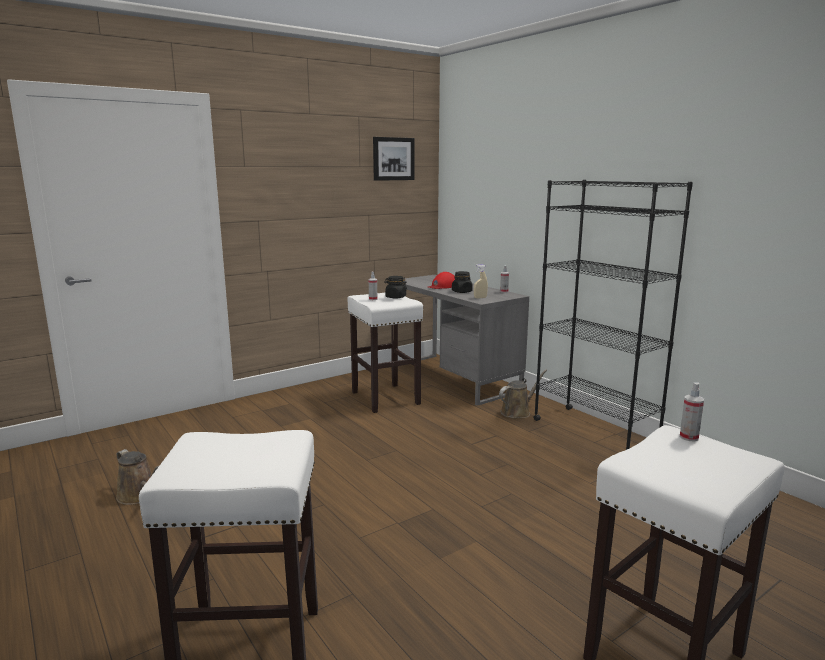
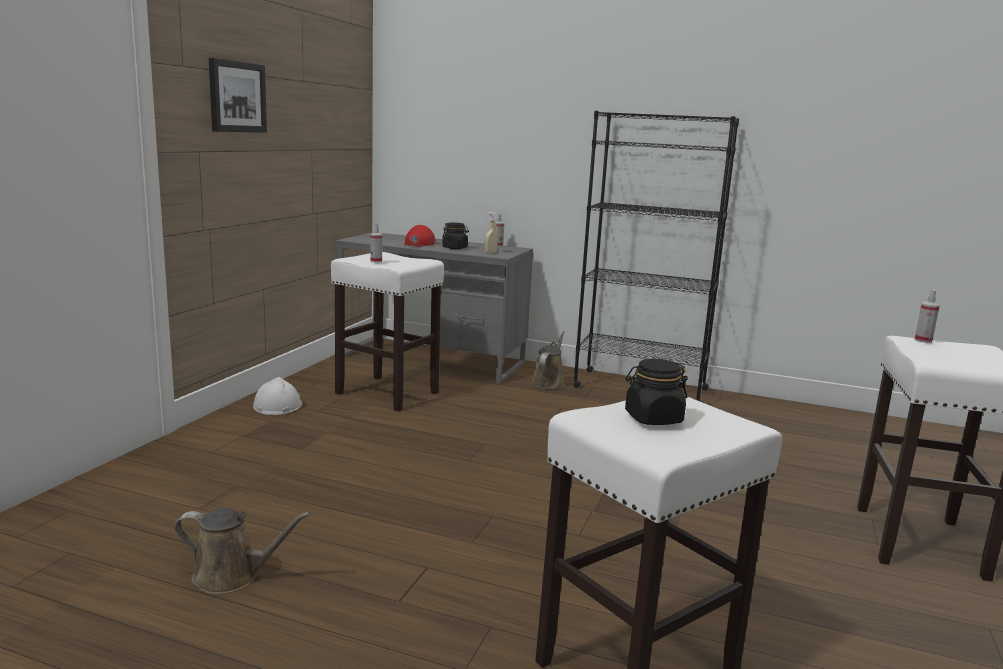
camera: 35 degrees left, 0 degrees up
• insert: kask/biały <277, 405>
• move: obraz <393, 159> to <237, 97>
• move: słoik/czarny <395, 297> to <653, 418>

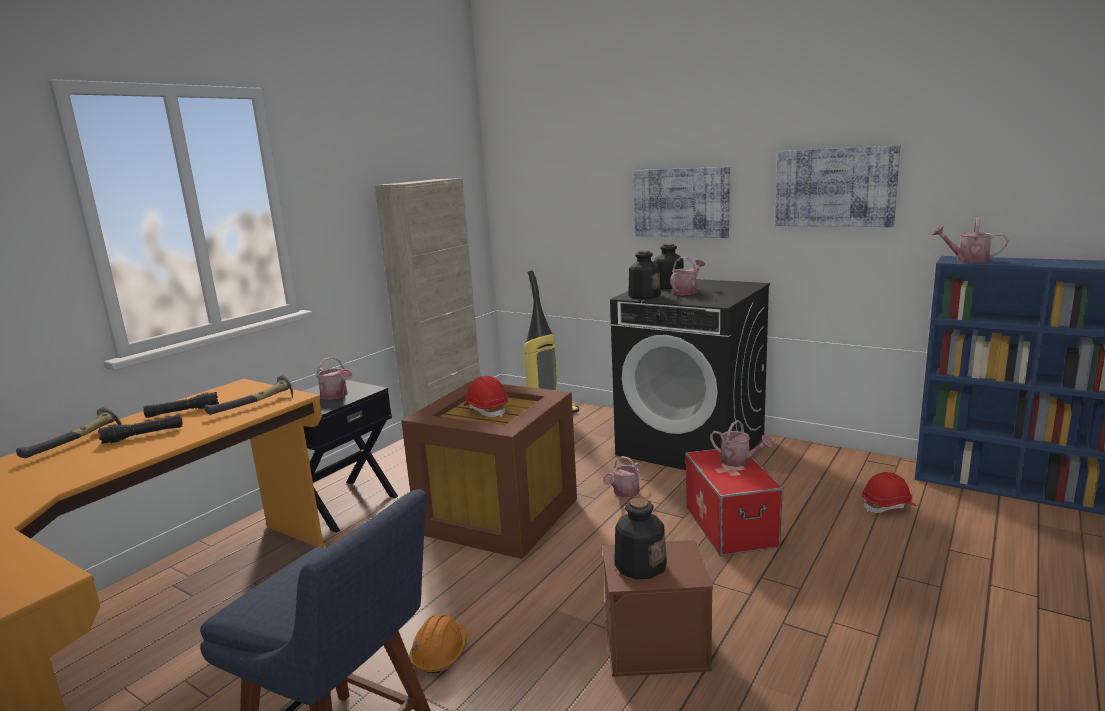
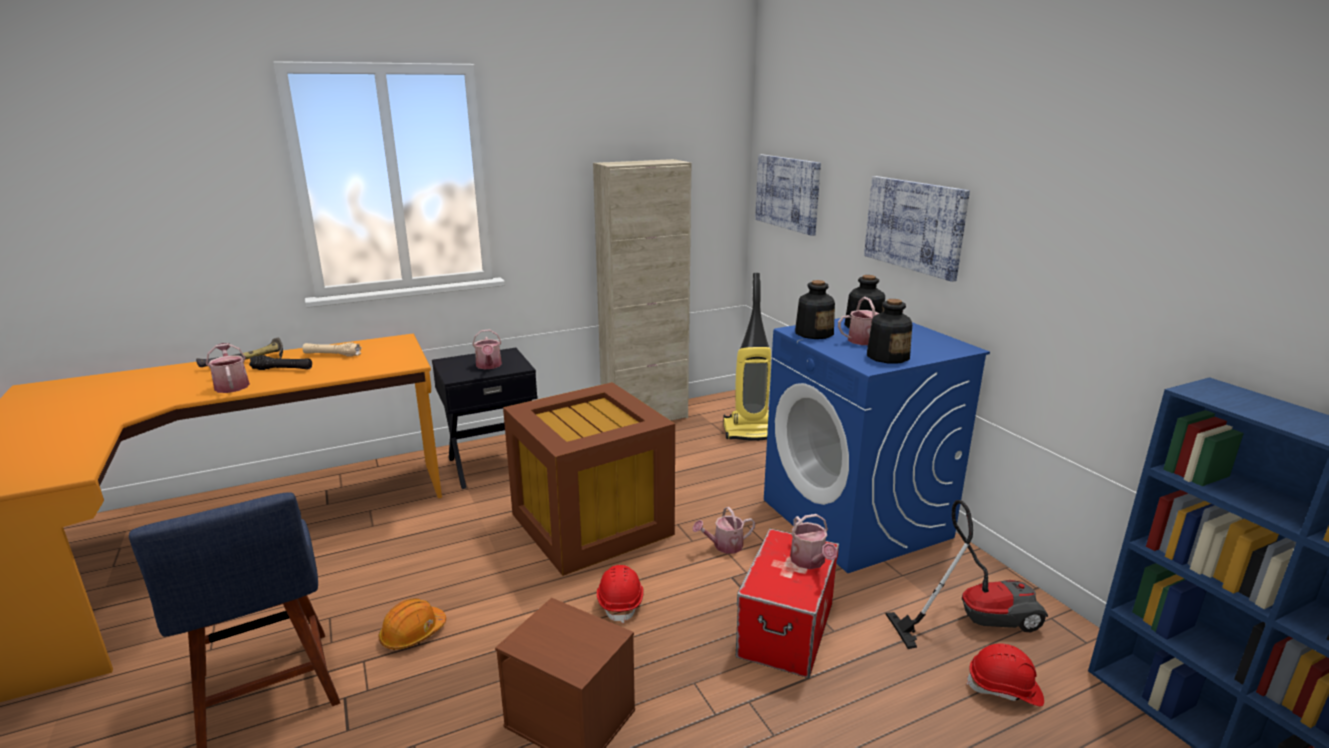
camera: 30 degrees right, 5 degrees up
• delete: młotek <257, 405>
• insert: odkurzacz <974, 618>
• move: kask/czerwony <486, 410> to <620, 602>
• move: butelka <640, 565> to <887, 356>
• move: obraz <834, 187> to <787, 193>
• move: konewka <967, 260> to <231, 385>
• recolor: latarka/czarny <183, 412> to latarka/beżowy <332, 355>
• recolor: pralka/czarny <692, 446> to pralka/niebieski <856, 519>

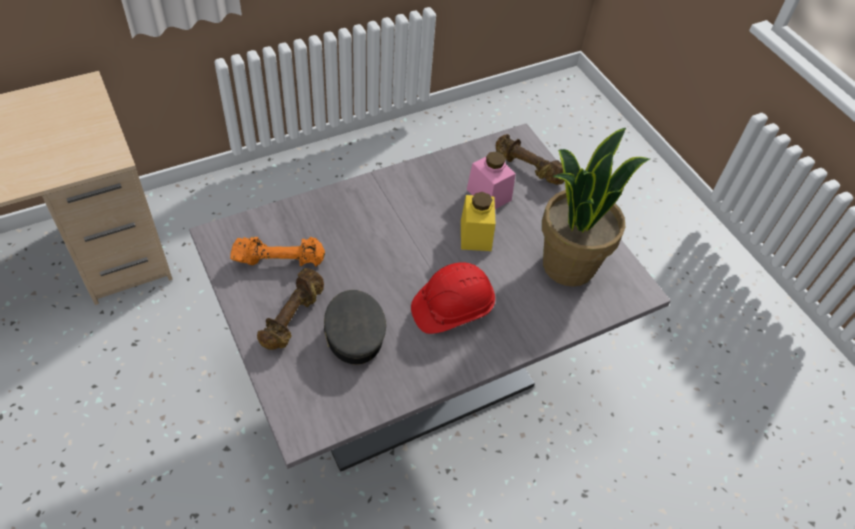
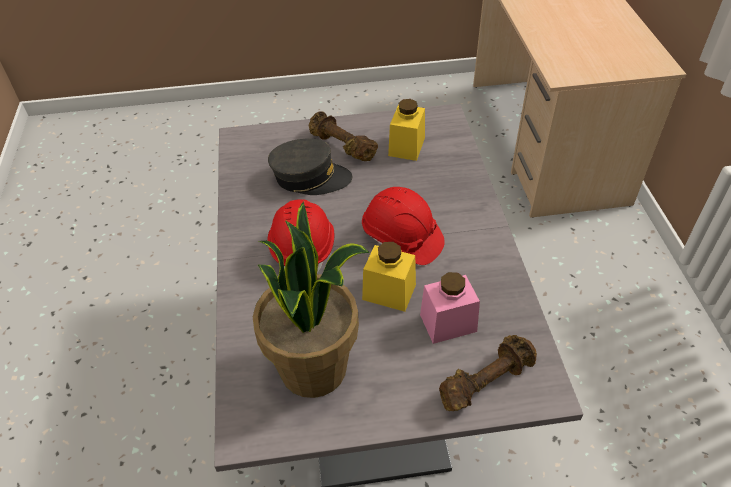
camera: 115 degrees right, 5 degrees down
• insert: kask/czerwony <402, 239>
• replace: hantel/pomarańczowy <279, 260> to słoik/żółty <406, 147>

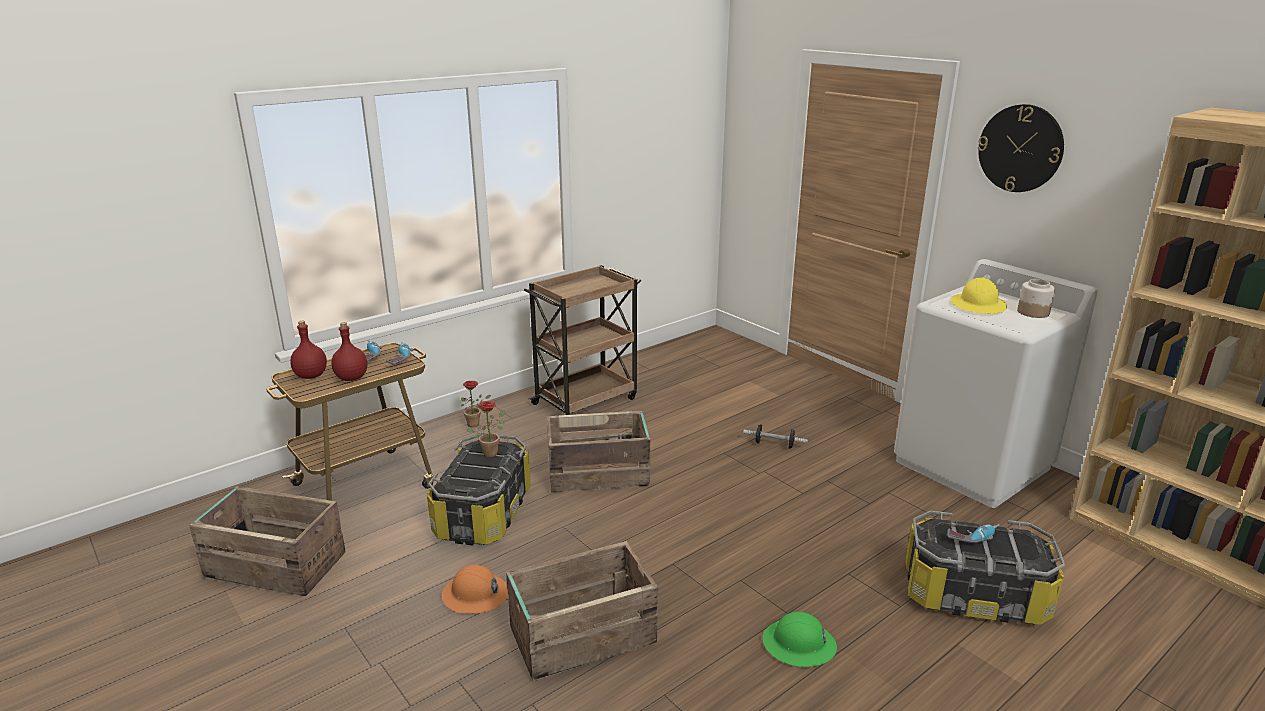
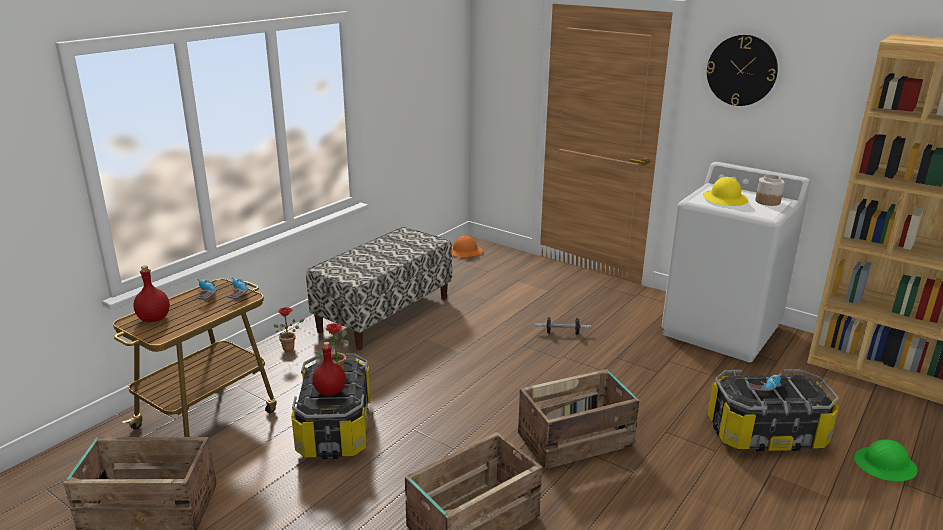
camera: 15 degrees left, 0 degrees up
• move: butelka/czerwony <351, 378> to <330, 392>
• move: kask/pomarańczowy <475, 595> to <465, 252>
• move: skrzynka <599, 474> to <577, 440>
• move: kask/zielony <799, 645> to <885, 466>
• replace: wózek/brązowy <586, 400> to ławka <384, 314>

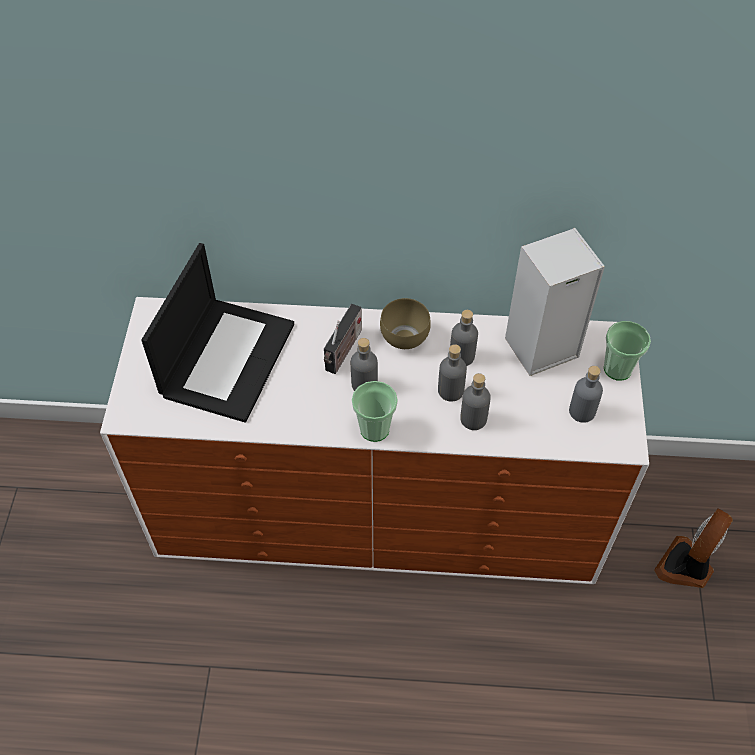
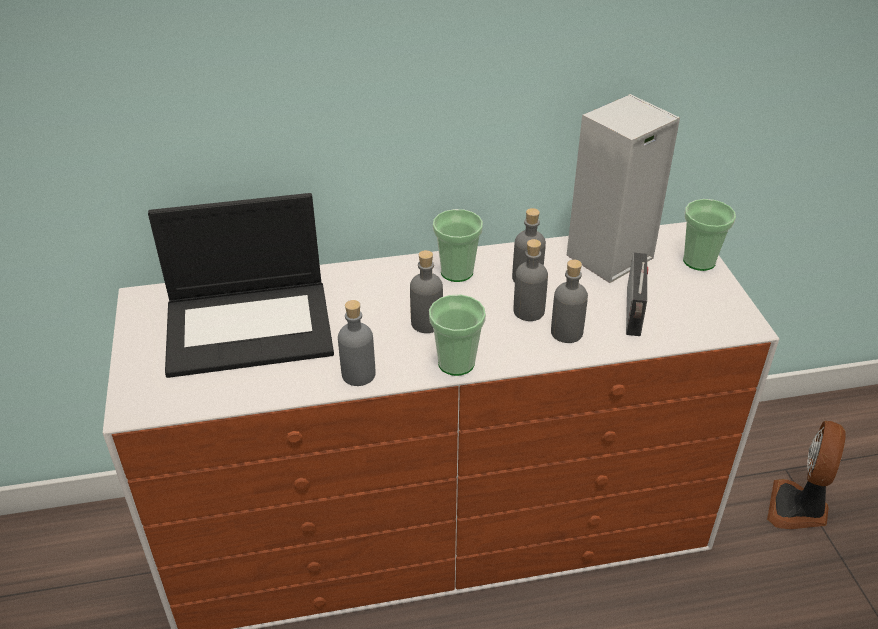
camera: 15 degrees left, 15 degrees down
• move: radio <343, 352> to <634, 314>
• move: butelka/szary <582, 411> to <358, 374>
• replace: miska/brązowy <406, 337> to filiżanka <457, 272>
• rotate: laptop <227, 358> = <251, 326> 75 degrees clockwise

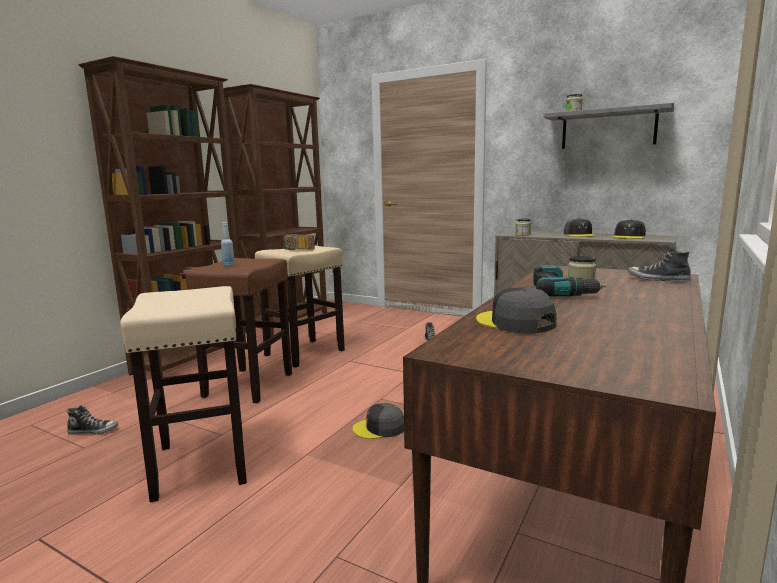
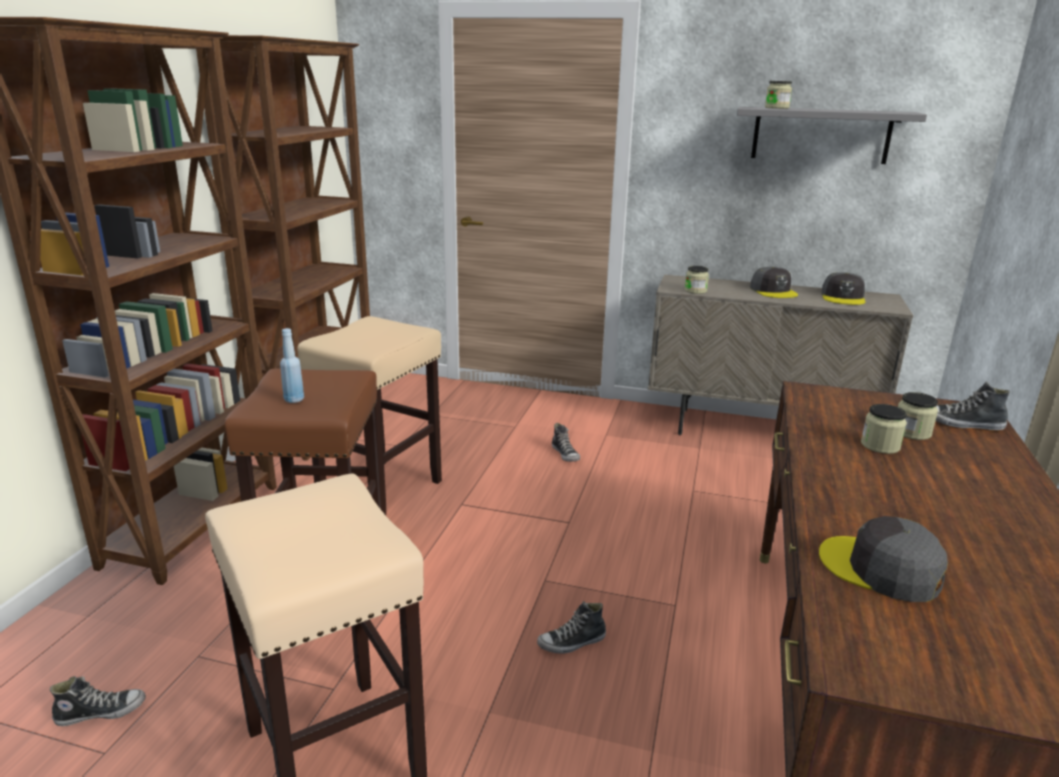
camera: 15 degrees left, 10 degrees up
• delete: radio <297, 249>
• delete: wiertarka <561, 292>
• insert: słoik <912, 432>
• replace: czapka z daszkiem/szary <379, 428> to but <572, 643>

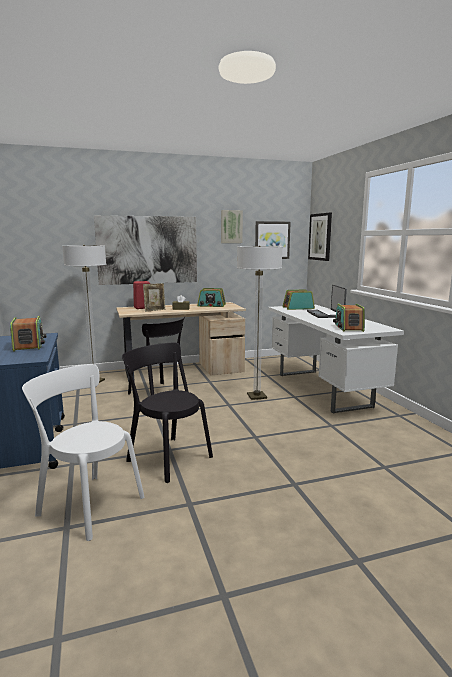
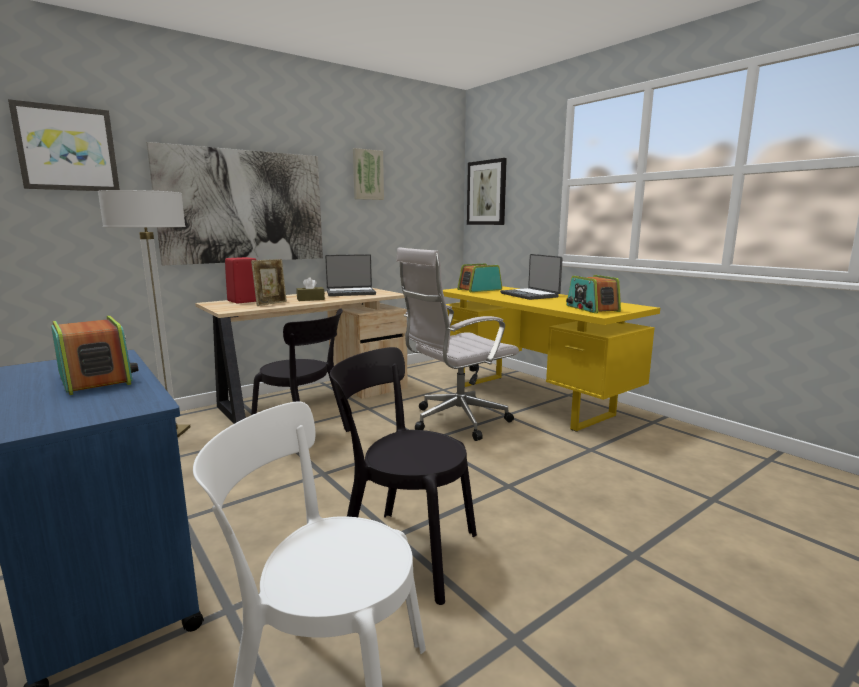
camera: 20 degrees left, 0 degrees up
• move: obraz <272, 240> to <67, 148>
• replace: radio <211, 305> to laptop <351, 293>
• replace: lampa stojąca <256, 396> to krzesło biurowe/biały <455, 421>
• recolor: biurko/biały <323, 389> to biurko/żółty <532, 400>

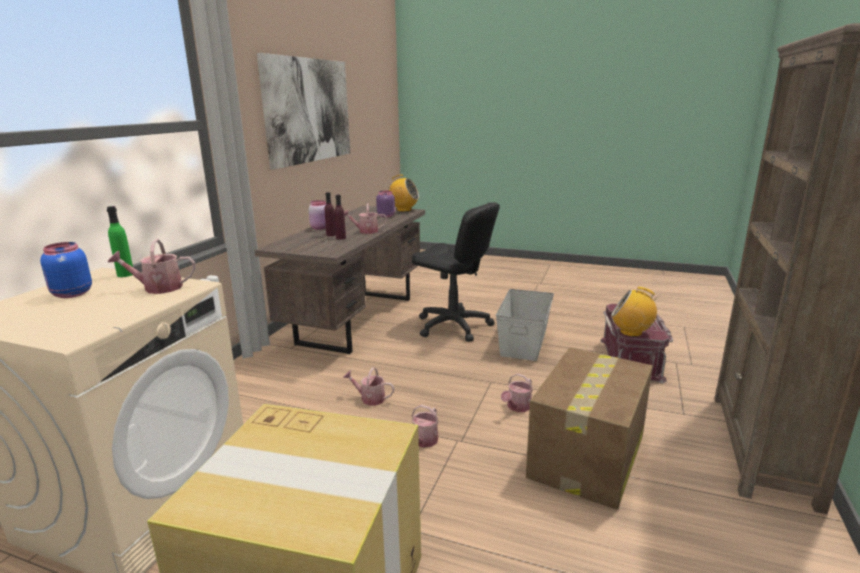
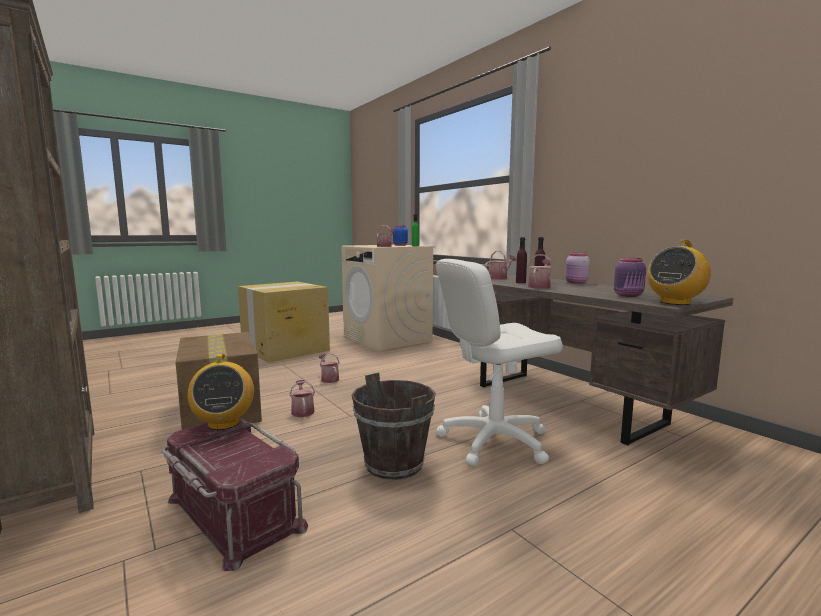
camera: 125 degrees right, 10 degrees down
• delete: obraz <308, 110>
• move: konewka <369, 398> to <499, 278>
• replace: pojemnik do przechowywania/szary <524, 342> to wiadro/brązowy <393, 464>
• recolor: krzesło biurowe/czarny <453, 326> to krzesło biurowe/biały <494, 441>
• rotate: radio <631, 332> = <223, 423> 105 degrees clockwise

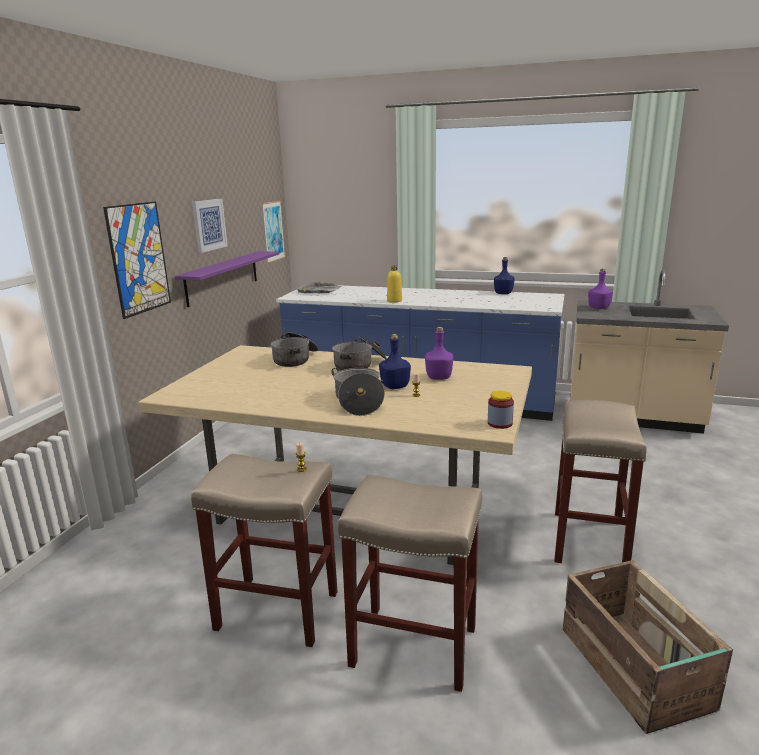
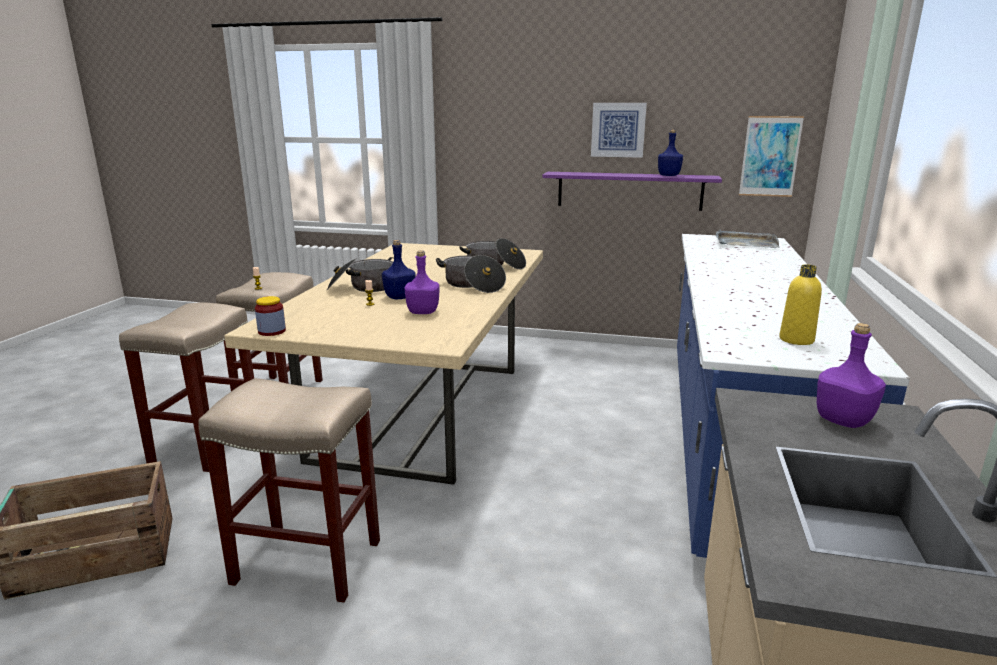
camera: 85 degrees right, 0 degrees up
• delete: obraz <139, 258>
• move: butelka/żółty <394, 301> to <796, 340>
• move: butelka/niebieski <503, 293> to <668, 175>

